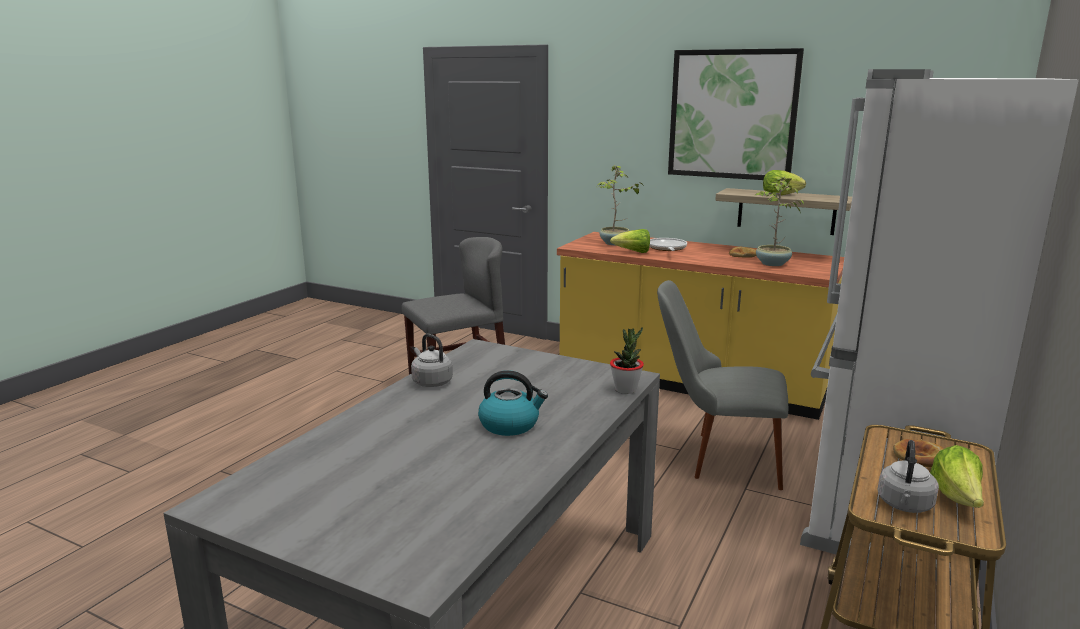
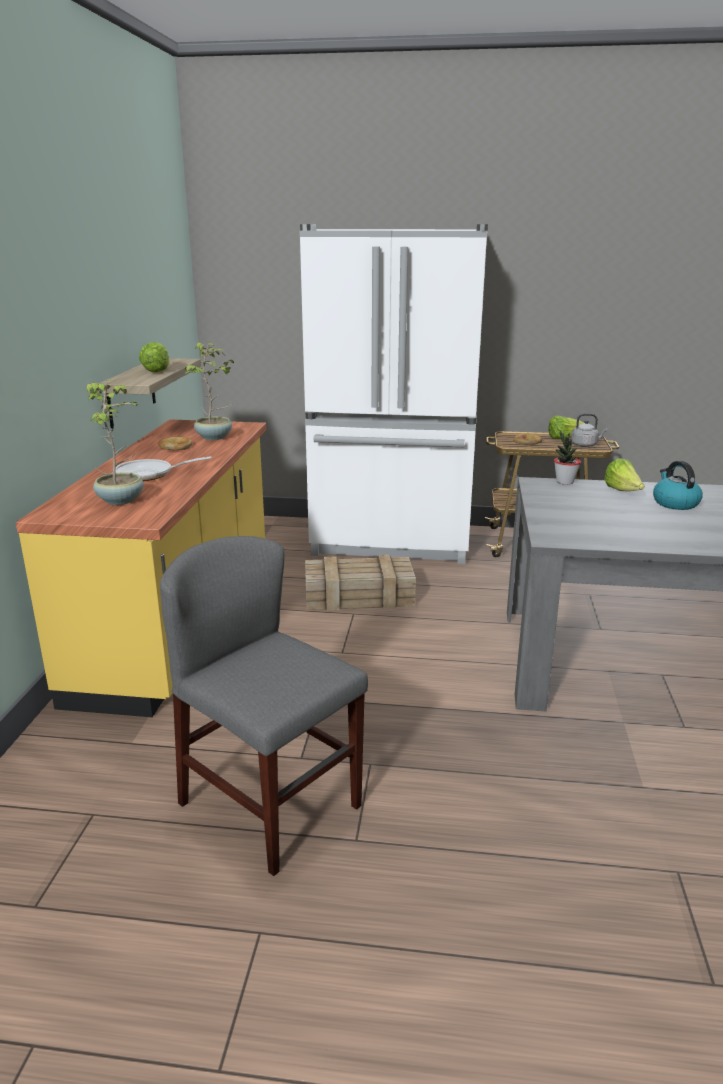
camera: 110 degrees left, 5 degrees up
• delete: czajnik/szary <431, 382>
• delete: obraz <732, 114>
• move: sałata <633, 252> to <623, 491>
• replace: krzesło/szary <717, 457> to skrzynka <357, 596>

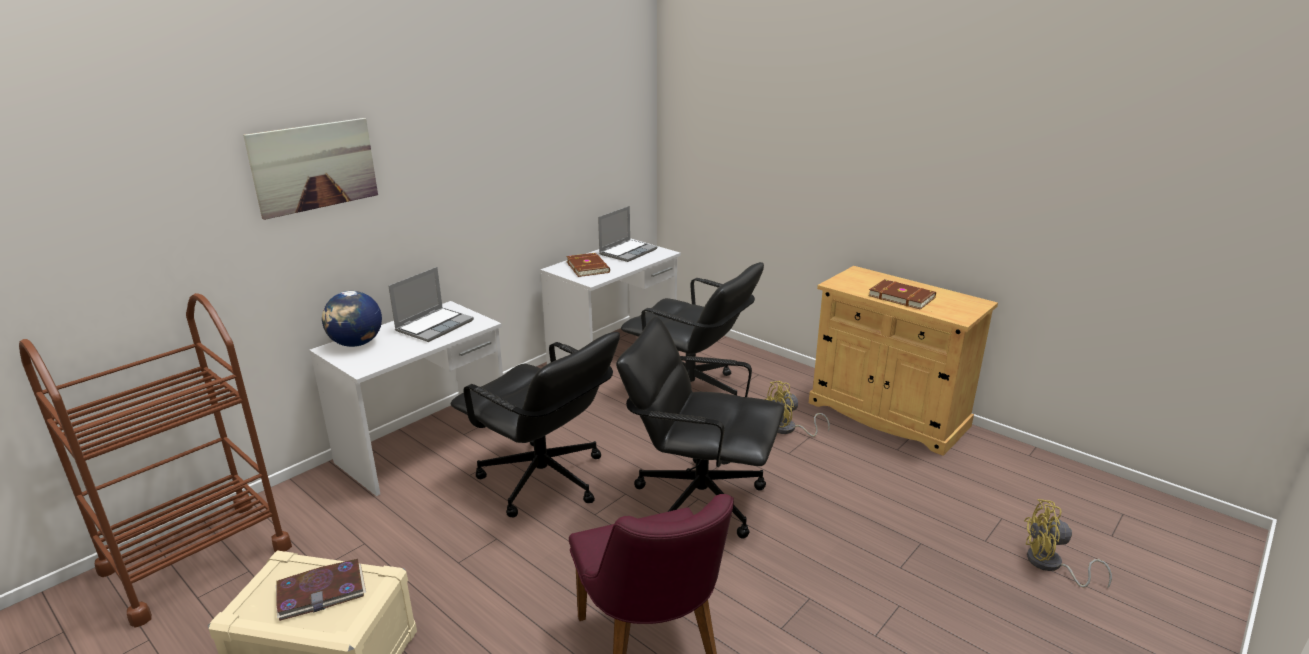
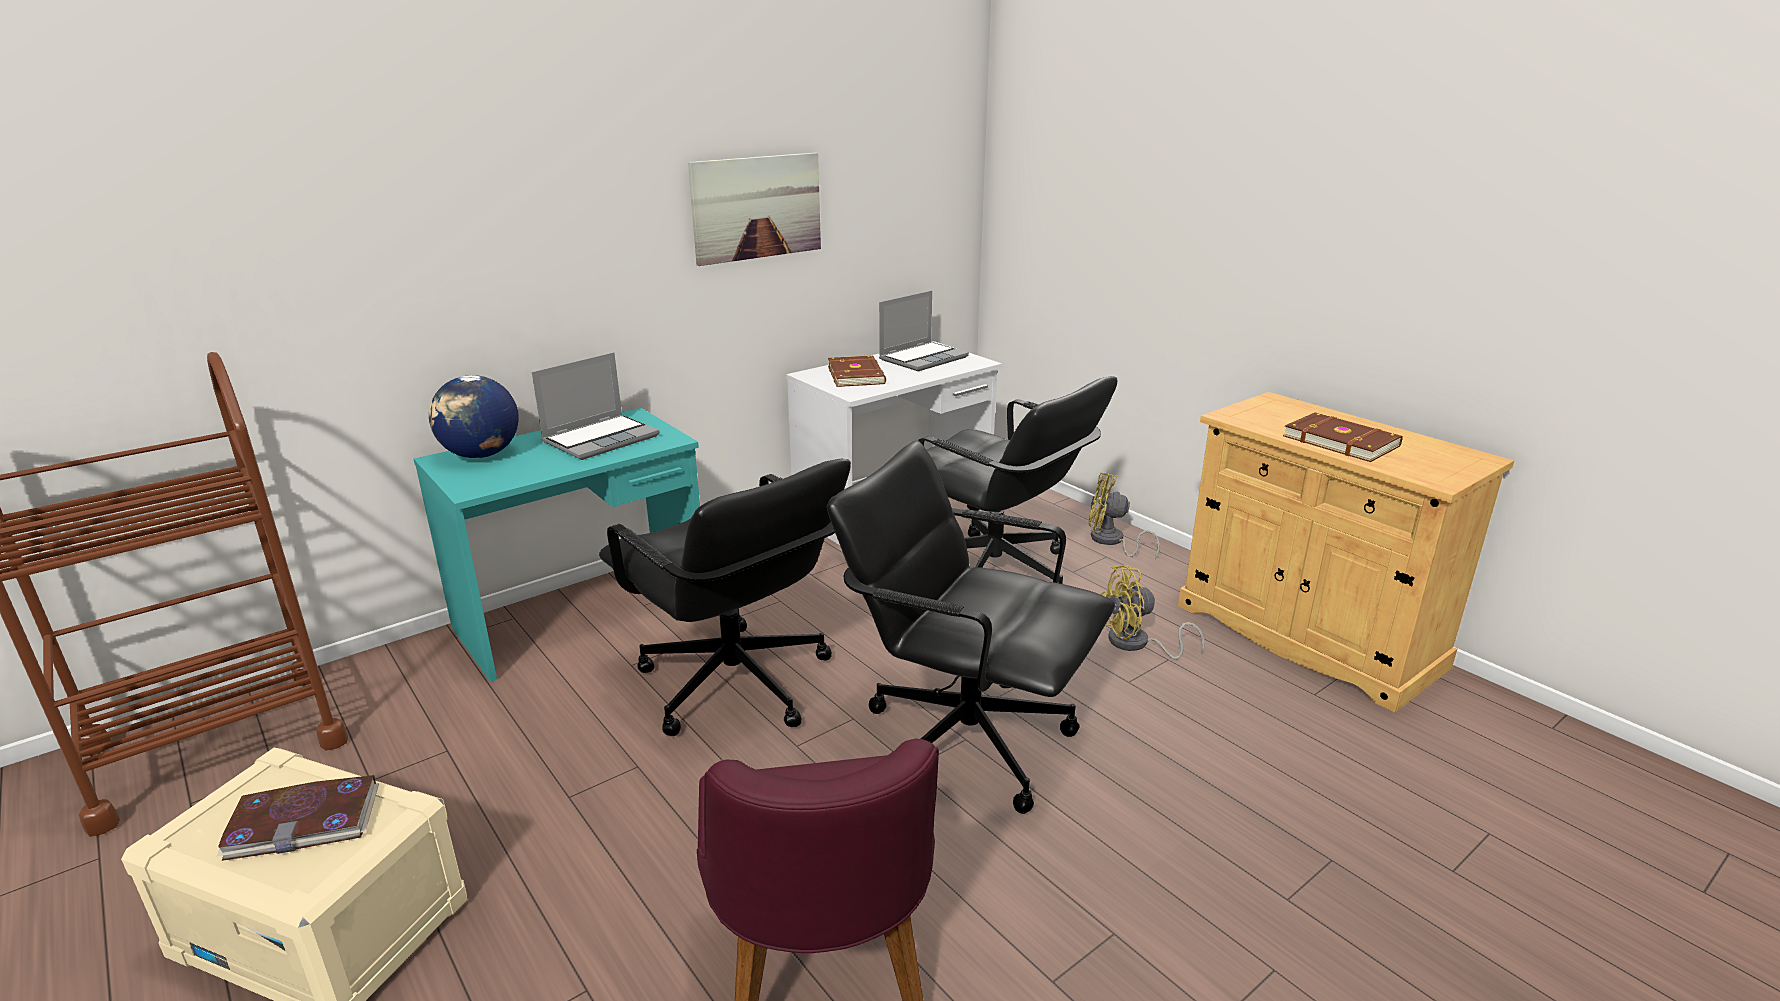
camera: 10 degrees right, 0 degrees up
• move: obraz <314, 166> to <757, 207>
• move: wentylator/żółty <1050, 565> to <1111, 541>
• recolor: biurko/biały <425, 446> to biurko/turkusowy <584, 616>

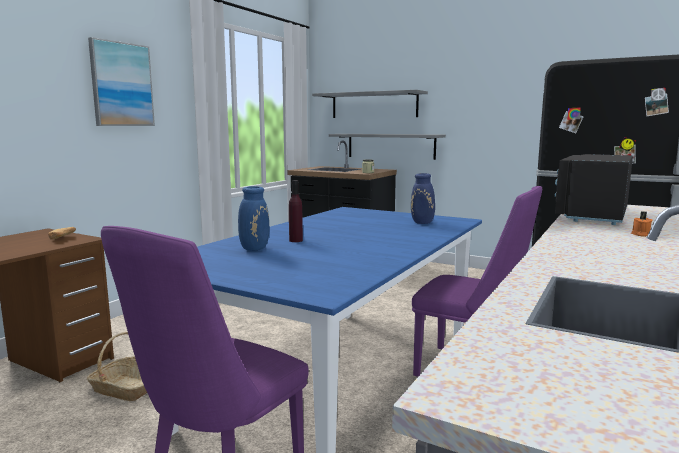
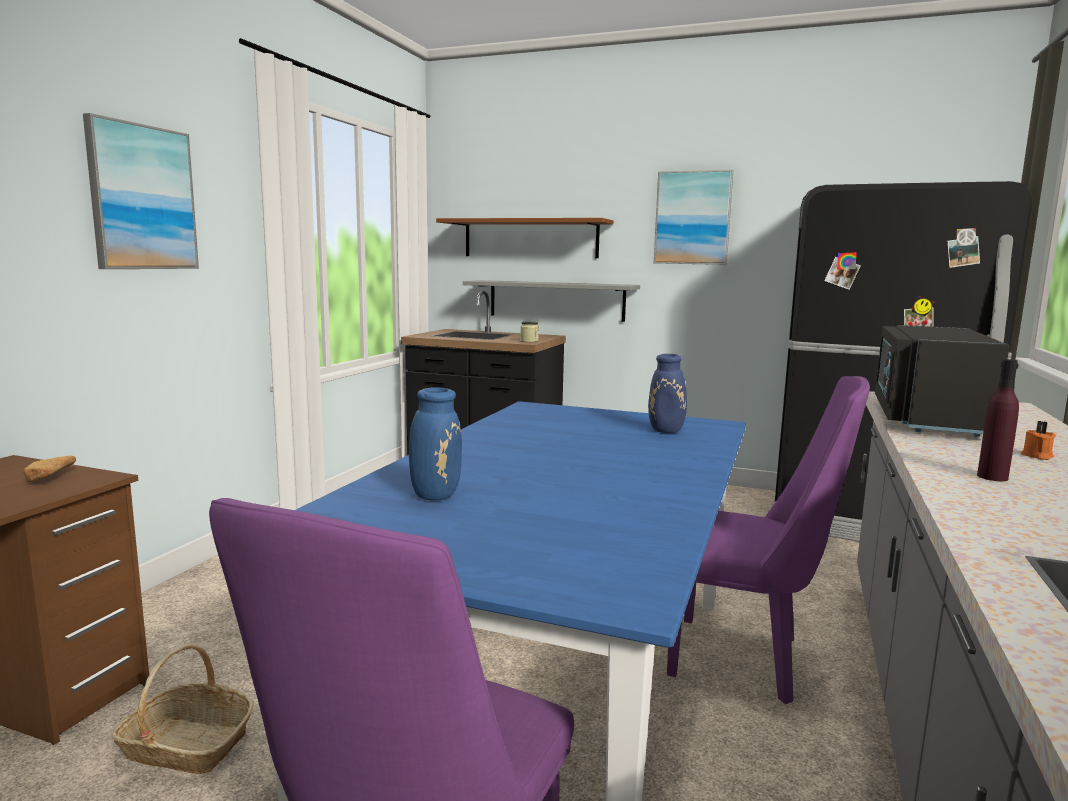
camera: 10 degrees left, 0 degrees up
• insert: obraz <692, 218>
• move: butelka/fioletowy <296, 240> to <992, 477>
• recolor: półka/szary <374, 105> to półka/brązowy <530, 238>

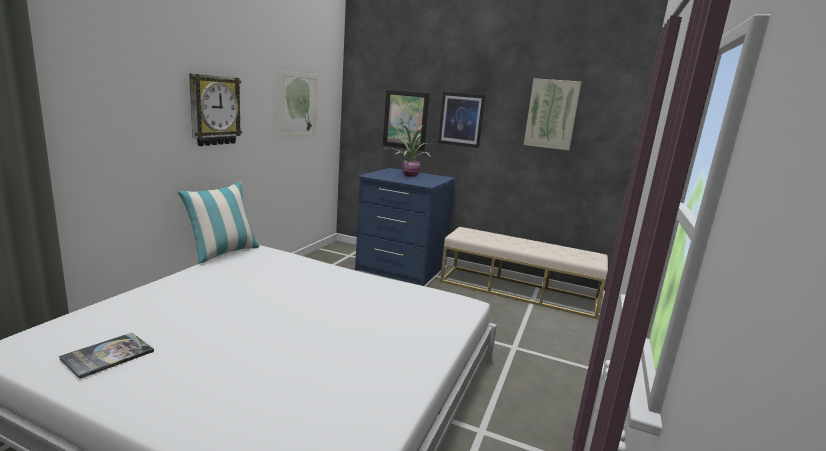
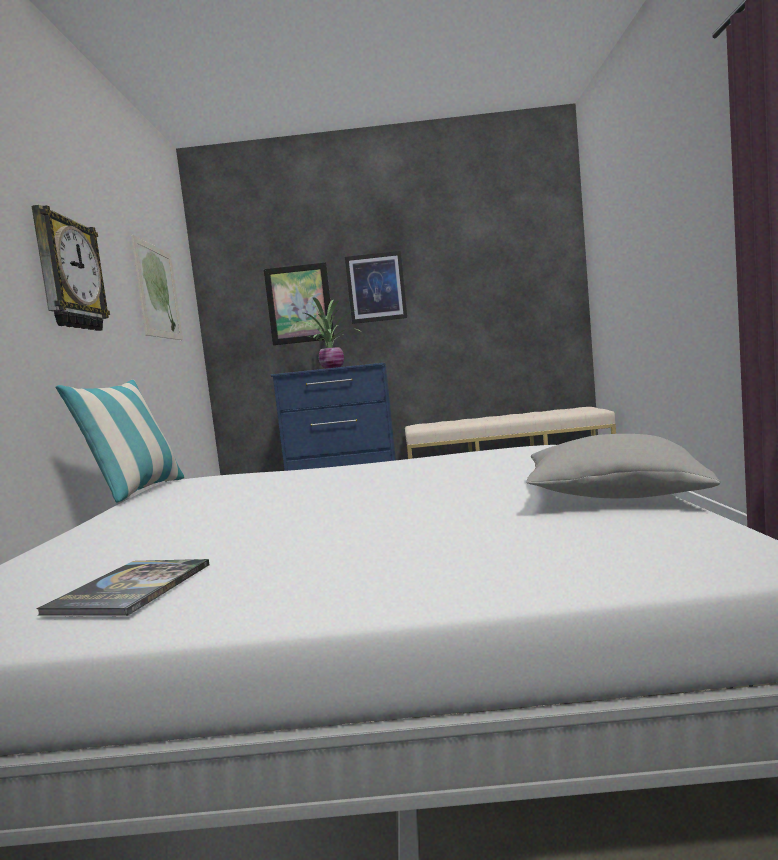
camera: 20 degrees left, 10 degrees down
• delete: obraz <551, 114>
• insert: poduszka/szary <611, 494>

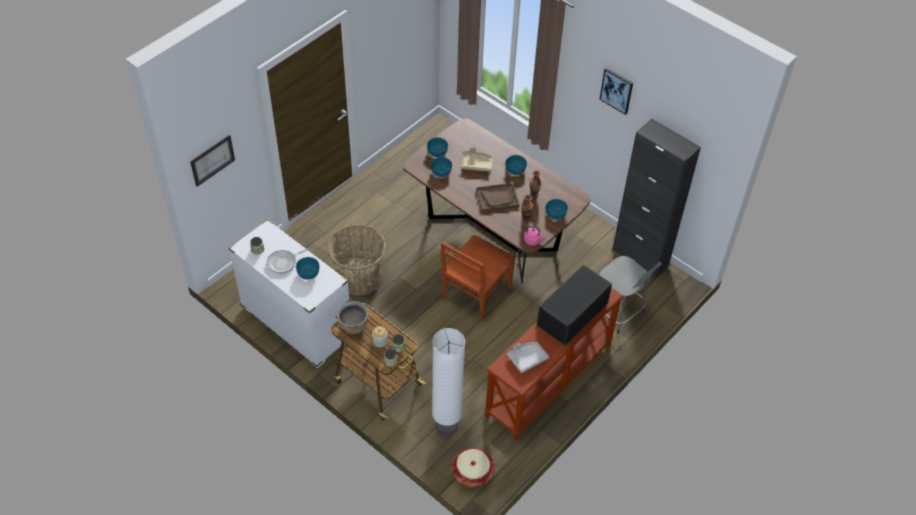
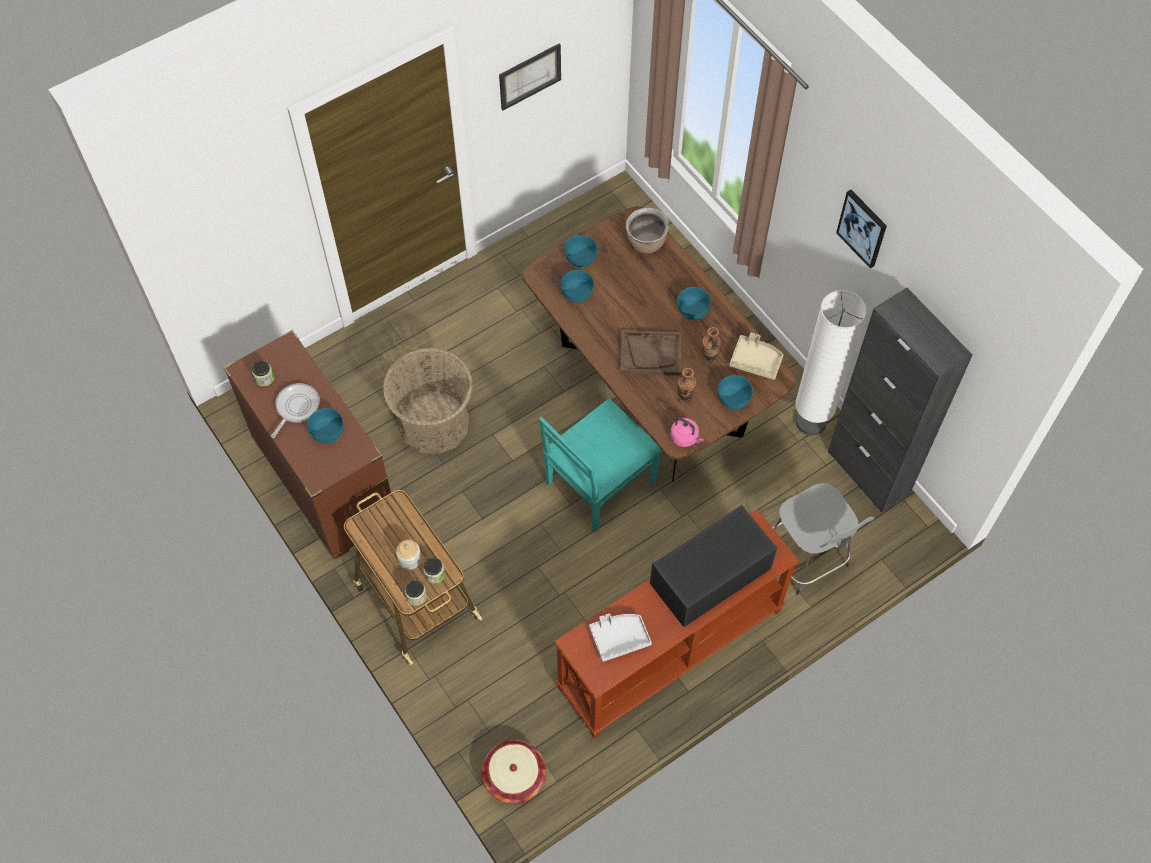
camera: 15 degrees right, 10 degrees up
• move: obraz <212, 160> to <530, 76>
• move: garnek/brązowy <353, 327> to <646, 243>
• move: lampa stojąca/biały <446, 426> to <810, 422>
• move: taca/beżowy <476, 164> to <756, 361>
• recolor: komoda/biały <296, 323> to komoda/brązowy <324, 481>
• recolor: krzesło/brązowy <475, 293> to krzesło/turkusowy <598, 484>
• rotate: patelnia <283, 263> = <296, 407> 135 degrees clockwise

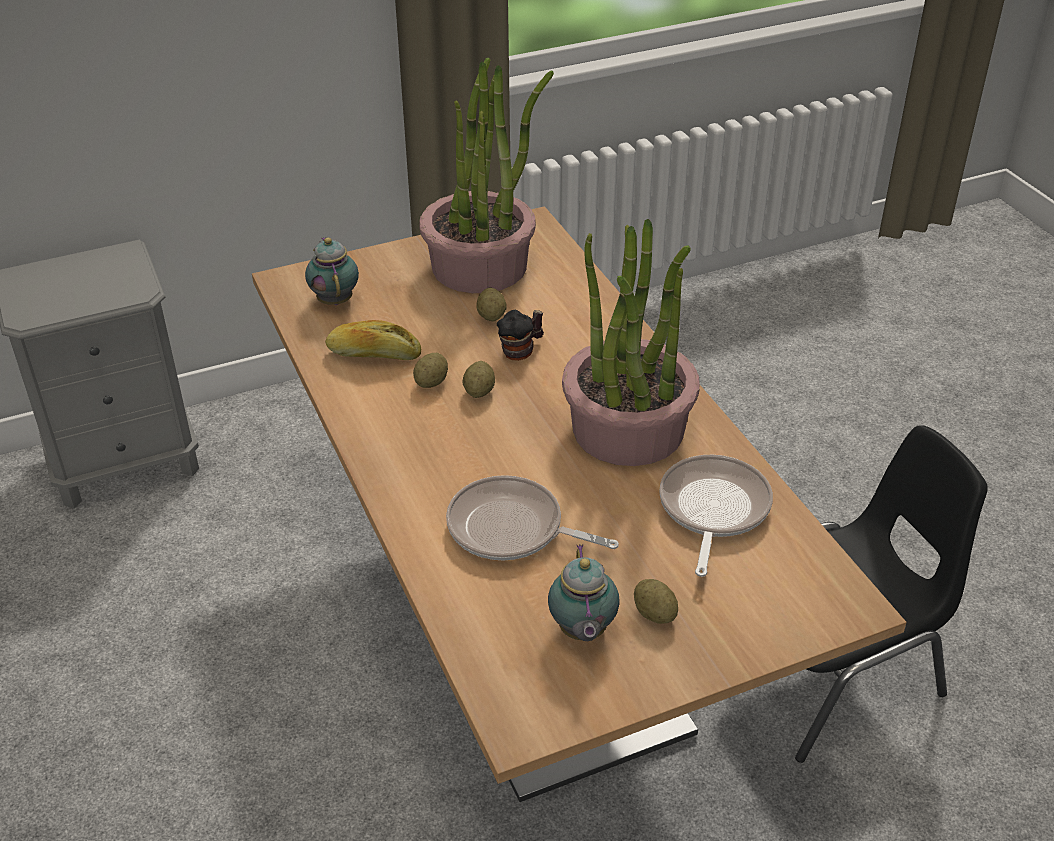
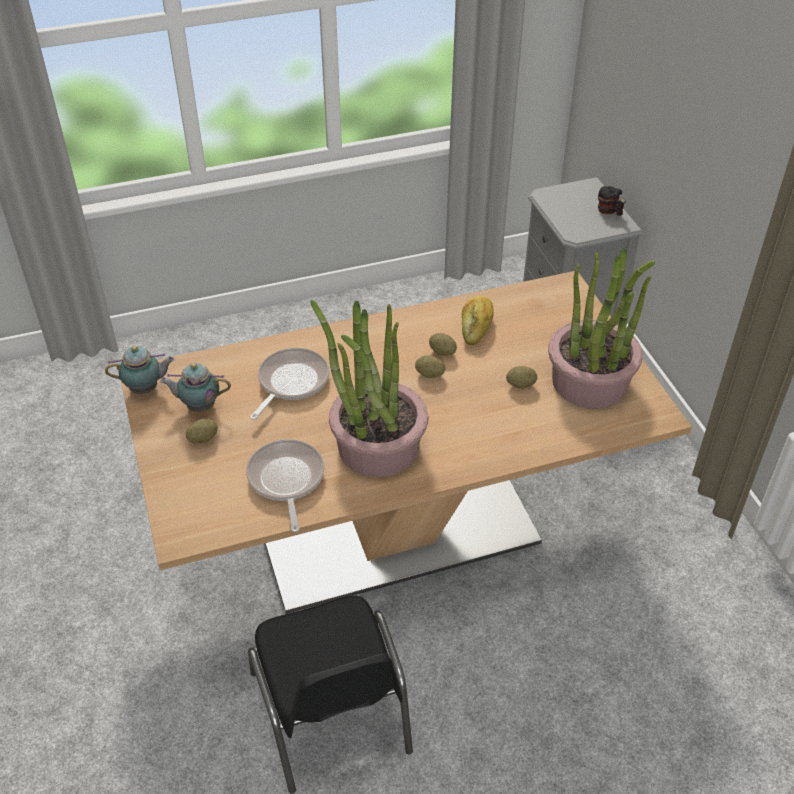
camera: 95 degrees right, 5 degrees up
• move: imbryk <335, 299> to <146, 389>
• move: kubek <521, 350> to <609, 212>
• rotate: patelnia <712, 510> = <286, 480> 120 degrees counterclockwise

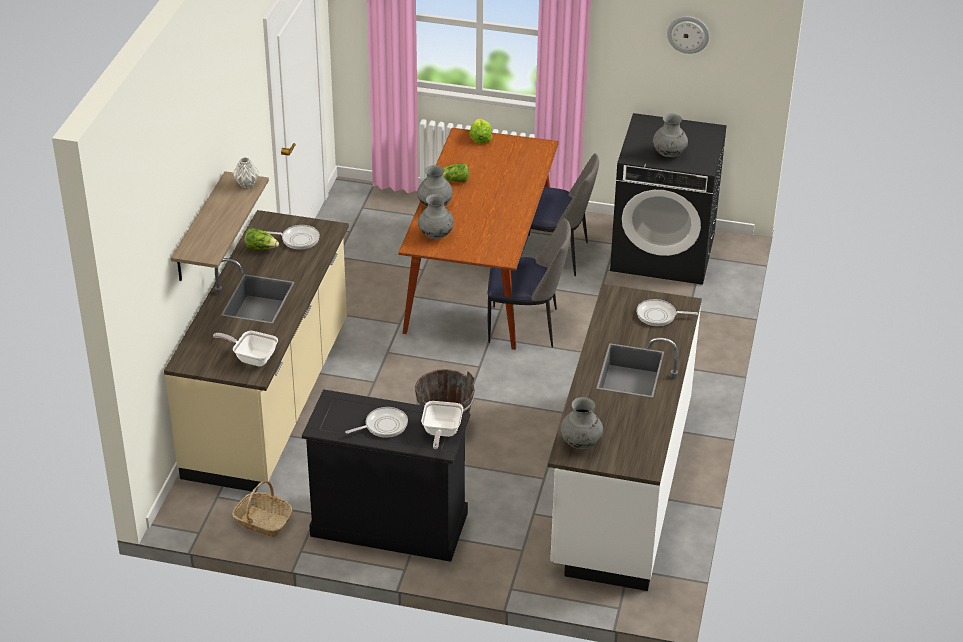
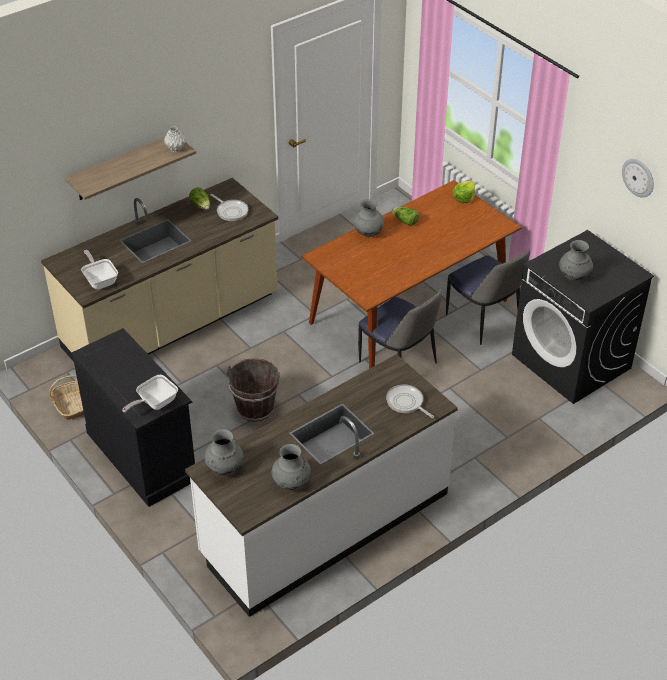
camera: 40 degrees right, 5 degrees up
• delete: patelnia <383, 426>
• move: wazon/szary <436, 235> to <291, 483>

